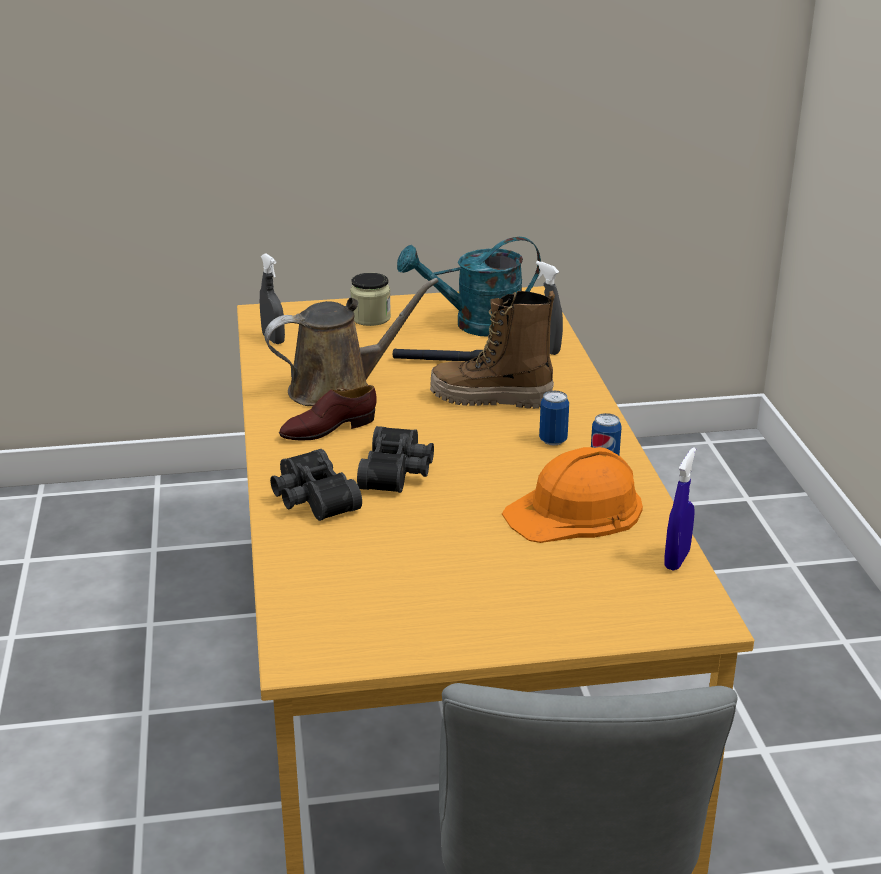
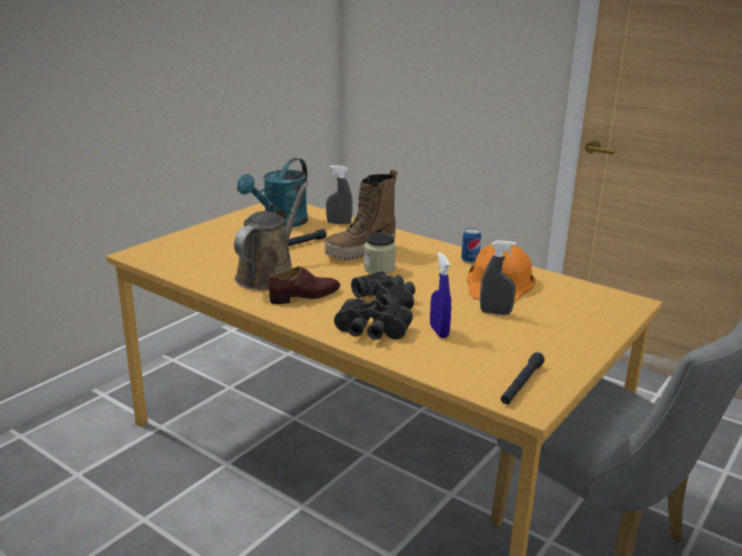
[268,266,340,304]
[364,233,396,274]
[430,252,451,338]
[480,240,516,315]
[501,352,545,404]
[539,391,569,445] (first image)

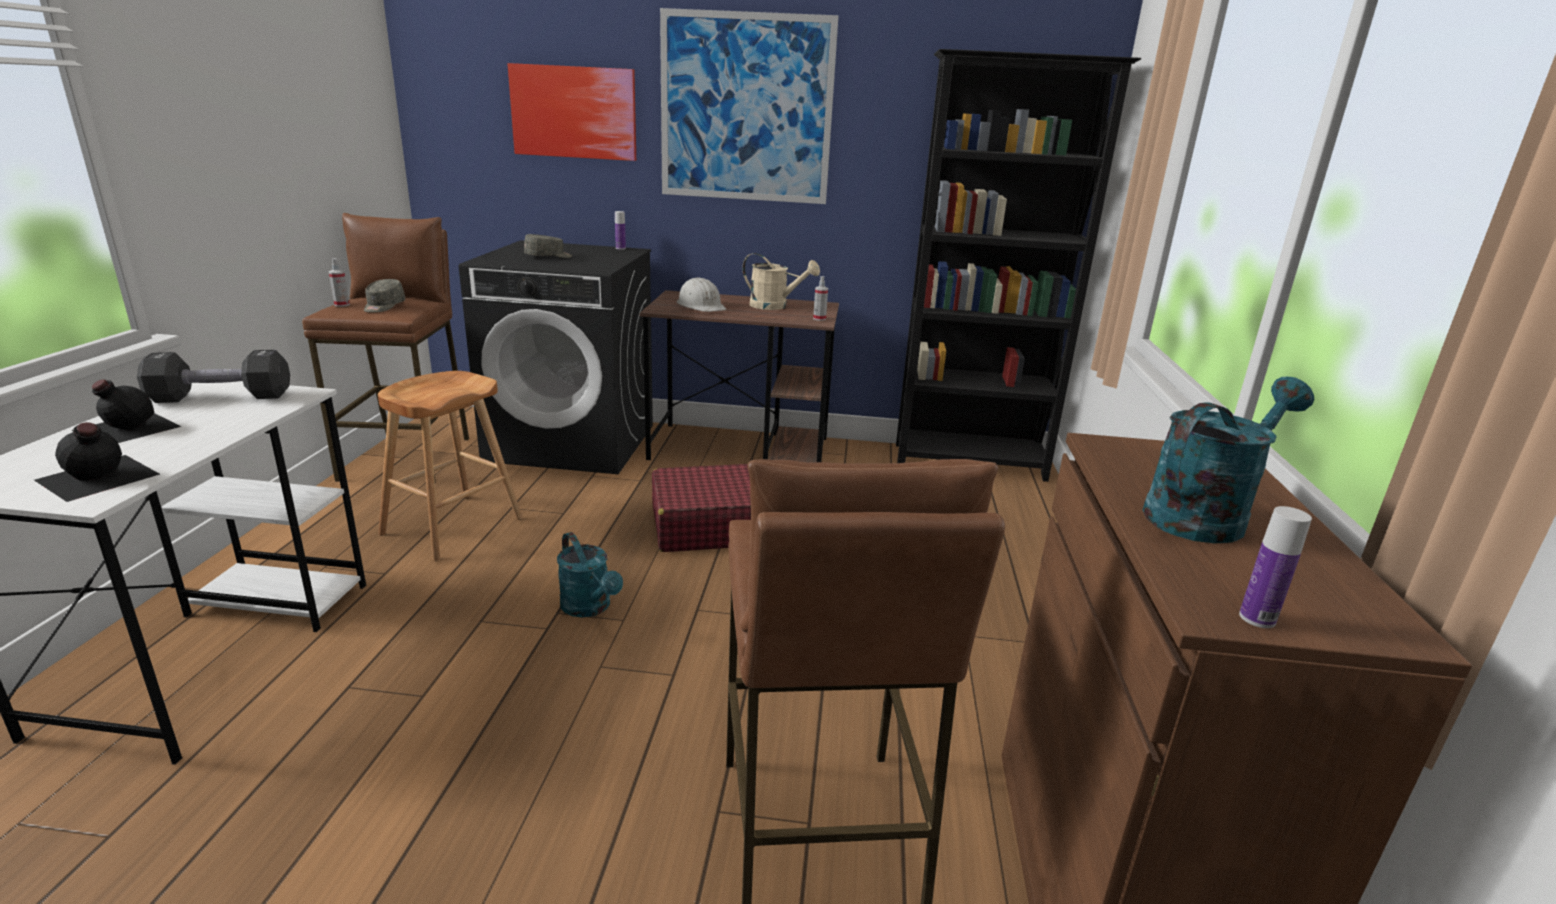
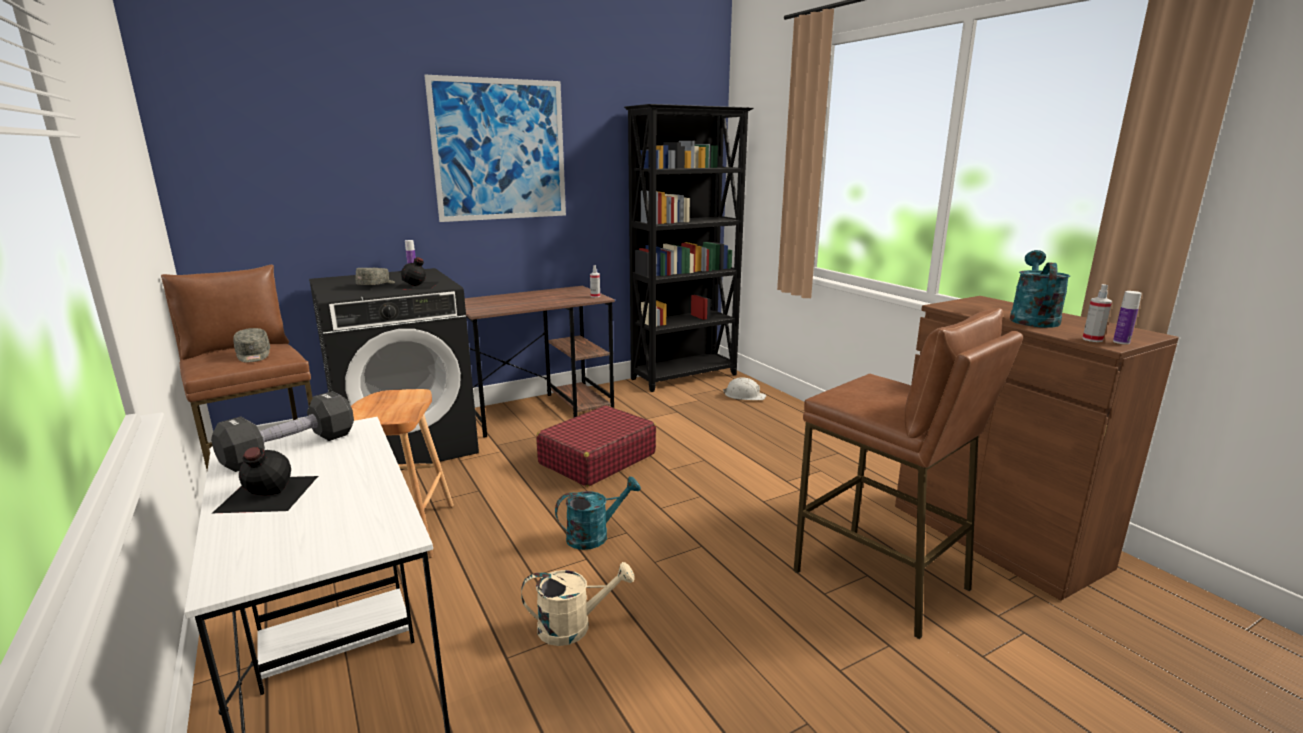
[392,257,439,290]
[521,562,634,646]
[555,476,641,550]
[723,377,766,400]
[1082,284,1112,342]
[507,63,636,161] (first image)

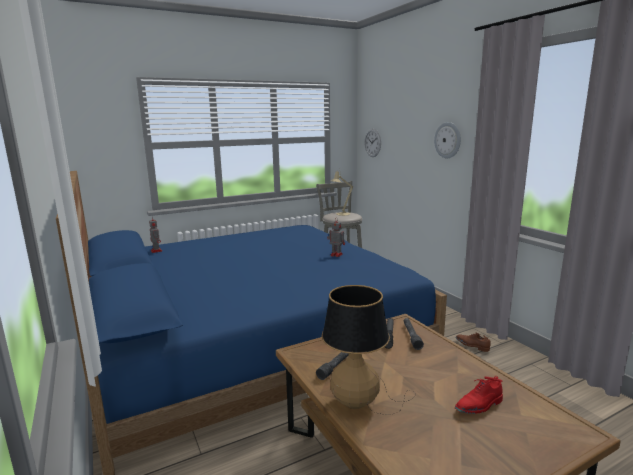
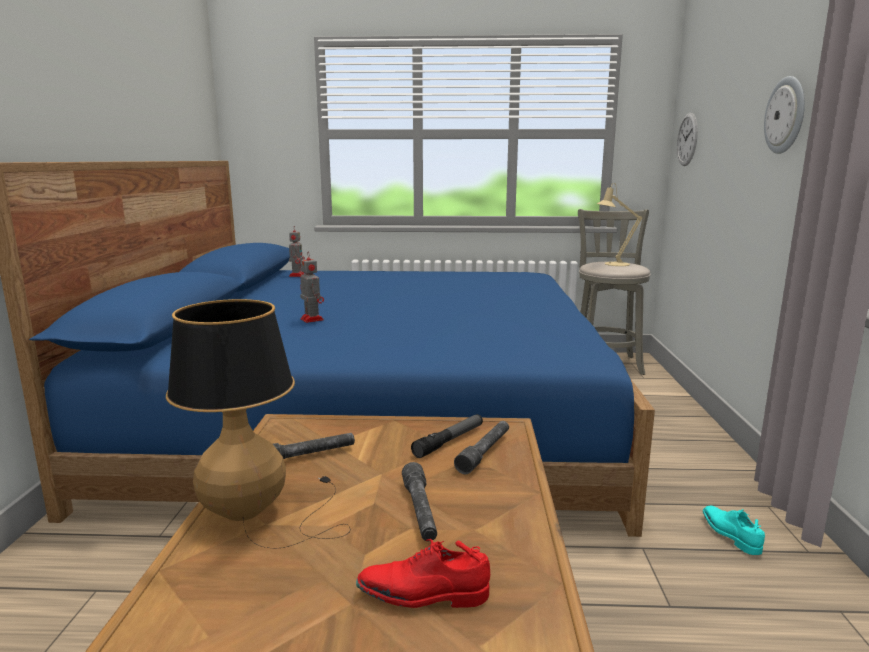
[300,251,324,323]
[402,462,437,541]
[703,506,765,555]

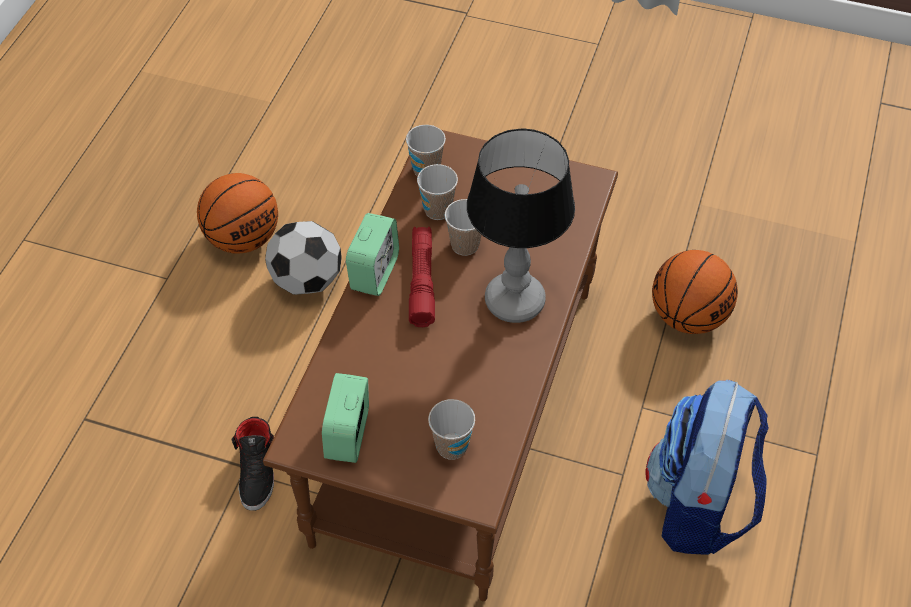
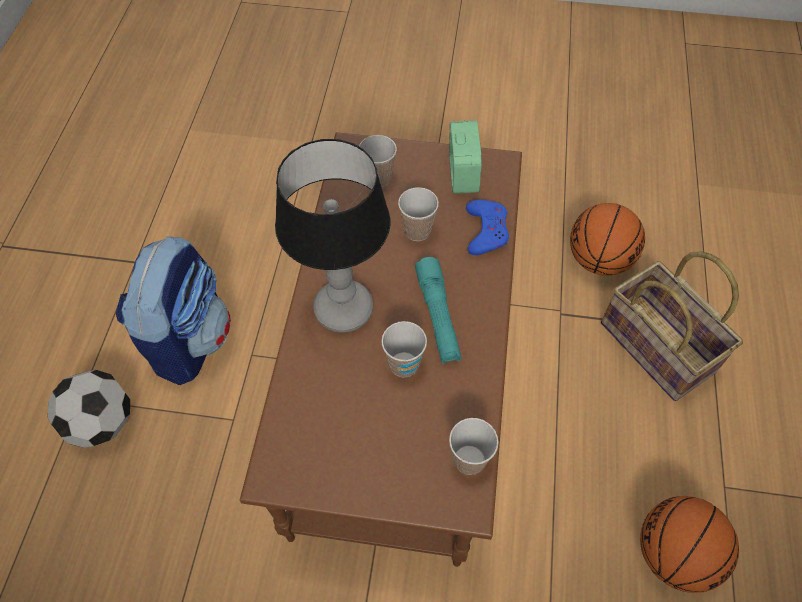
[48,370,130,448]
[398,187,439,241]
[415,257,461,364]
[466,199,509,255]
[570,203,645,276]
[601,251,743,401]
[232,417,274,511] (first image)
[346,213,399,296] (first image)

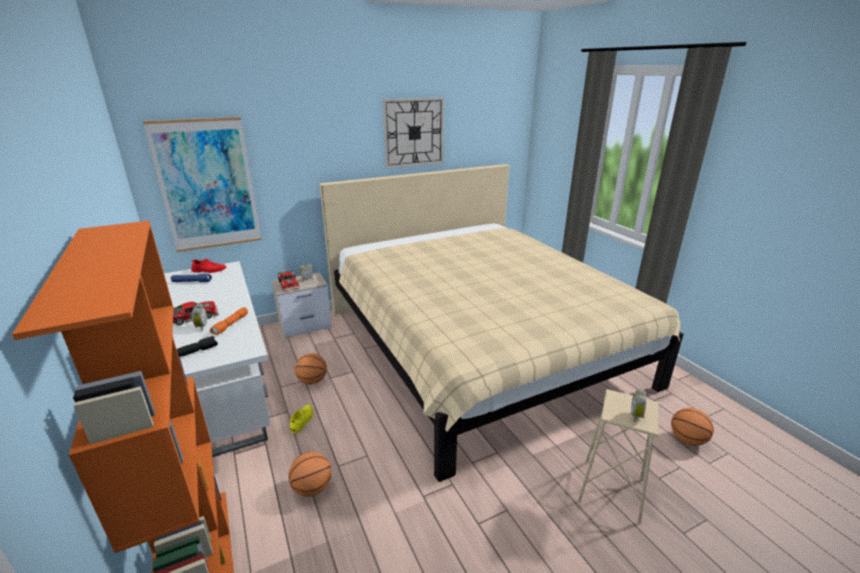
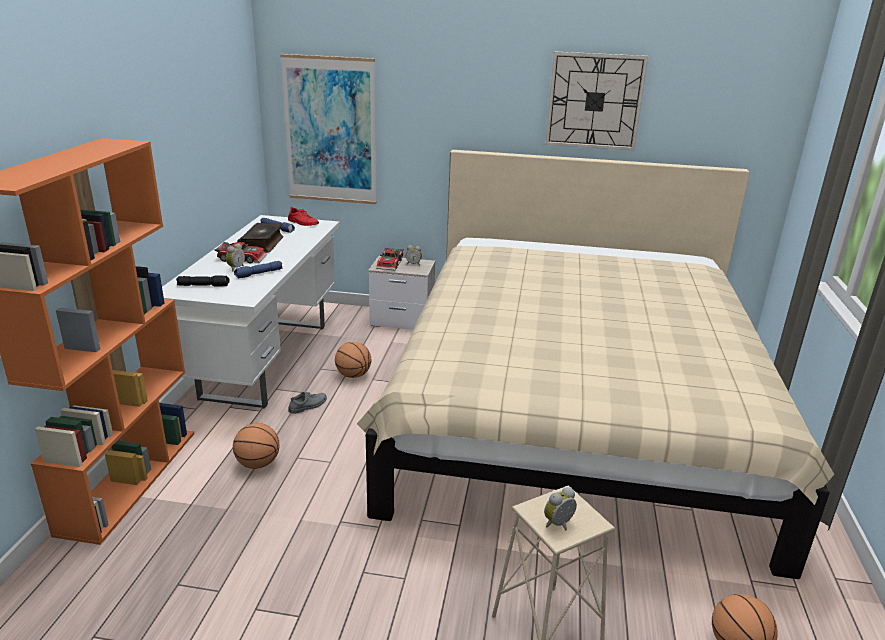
[234,261,282,278]
[237,223,284,253]
[288,392,327,414]

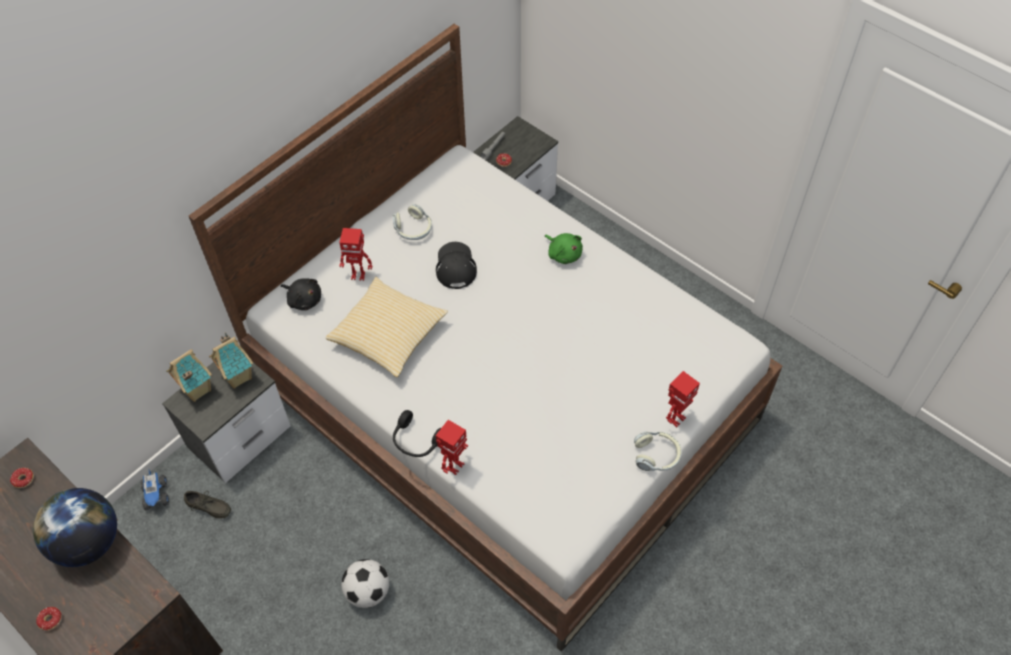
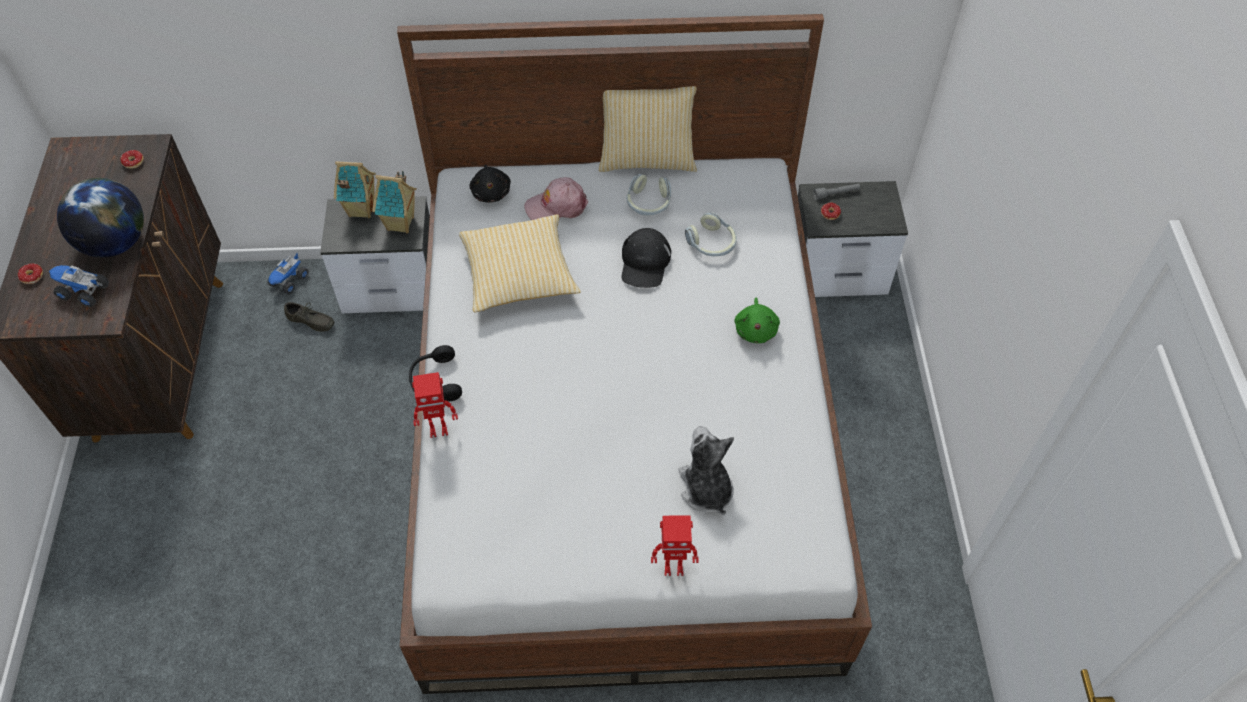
[49,265,109,307]
[284,302,335,331]
[524,177,588,220]
[599,86,697,172]
[621,228,671,288]
[678,426,734,515]
[685,212,737,256]
[341,559,389,608] (first image)

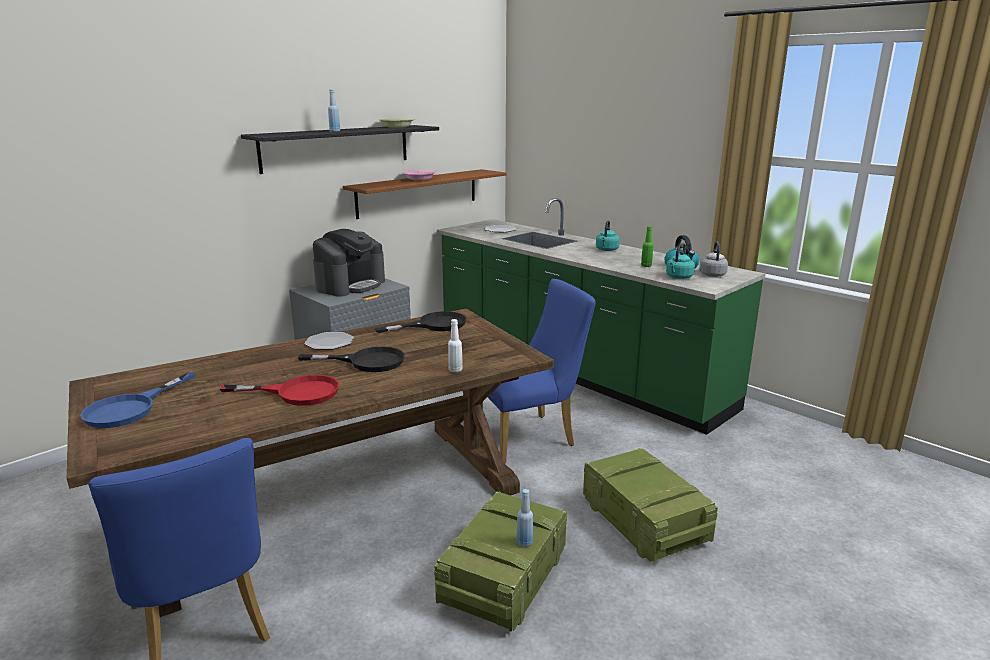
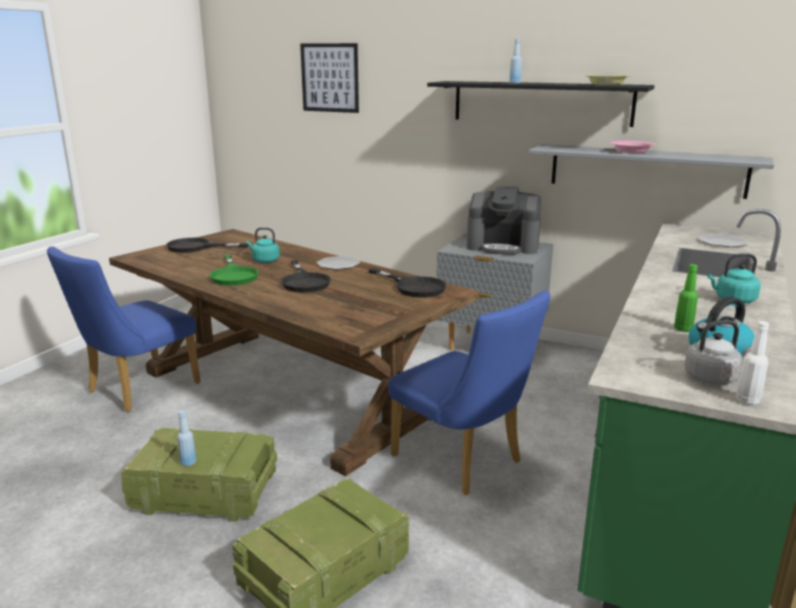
[166,238,248,253]
[209,255,259,285]
[246,227,280,263]
[300,43,359,113]
[529,144,774,199]
[736,321,769,405]

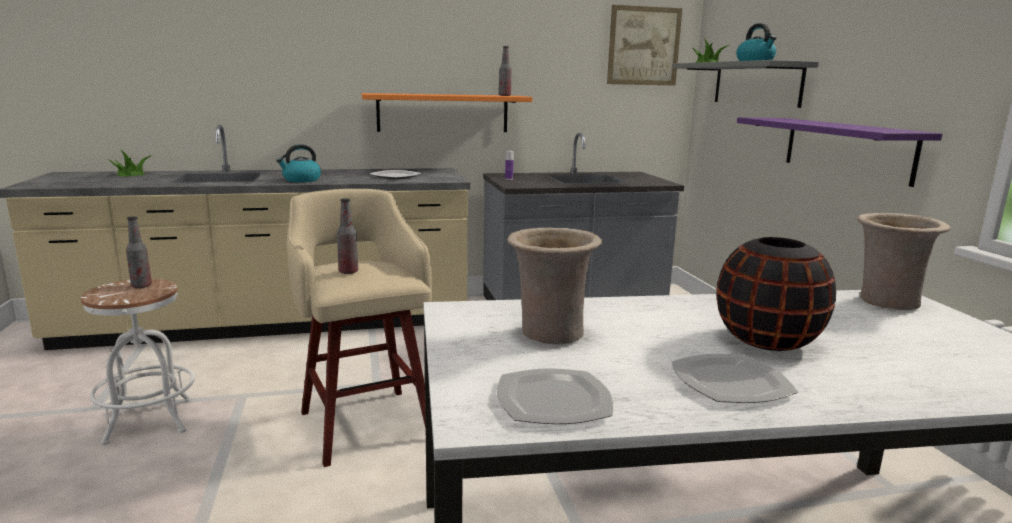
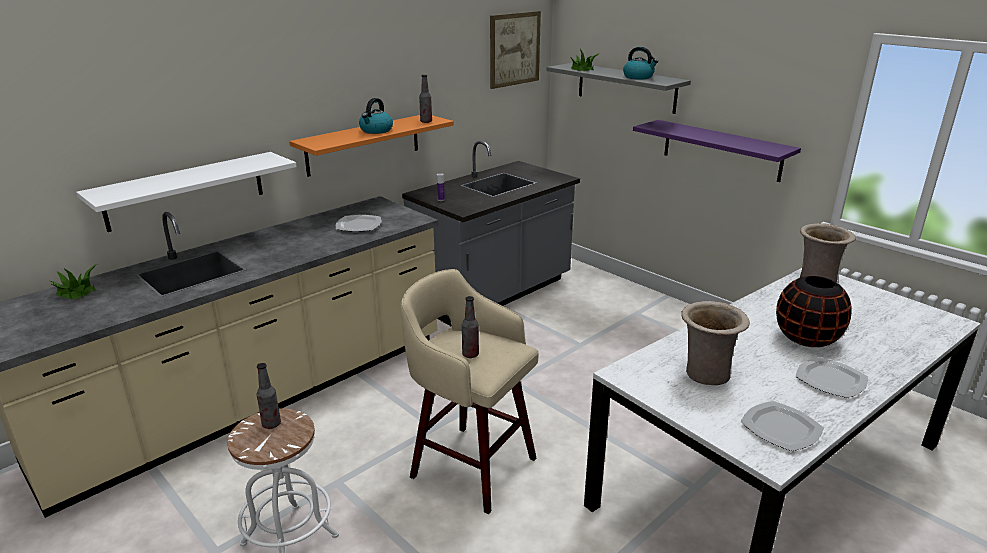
[76,152,297,232]
[359,98,393,134]

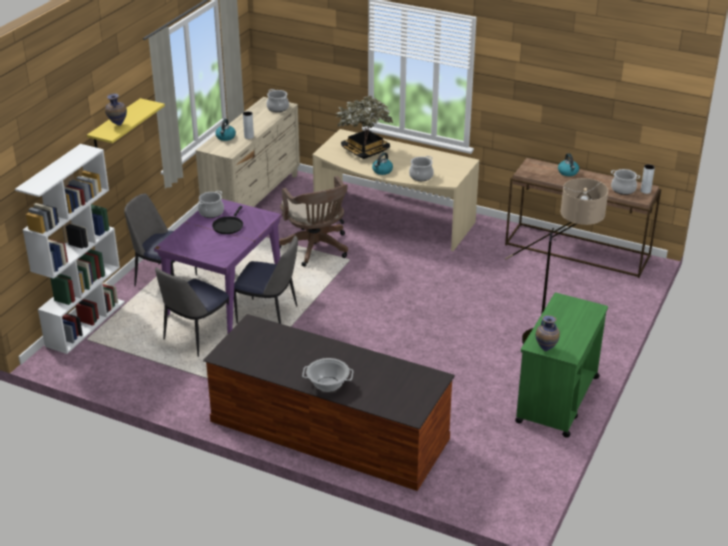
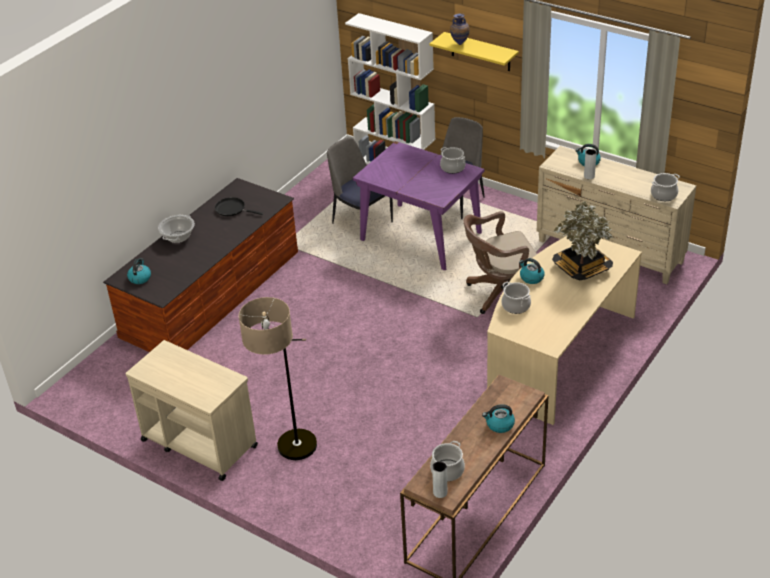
[125,340,258,481]
[127,259,151,284]
[215,197,263,216]
[234,235,298,324] (first image)
[536,315,560,351] (first image)

